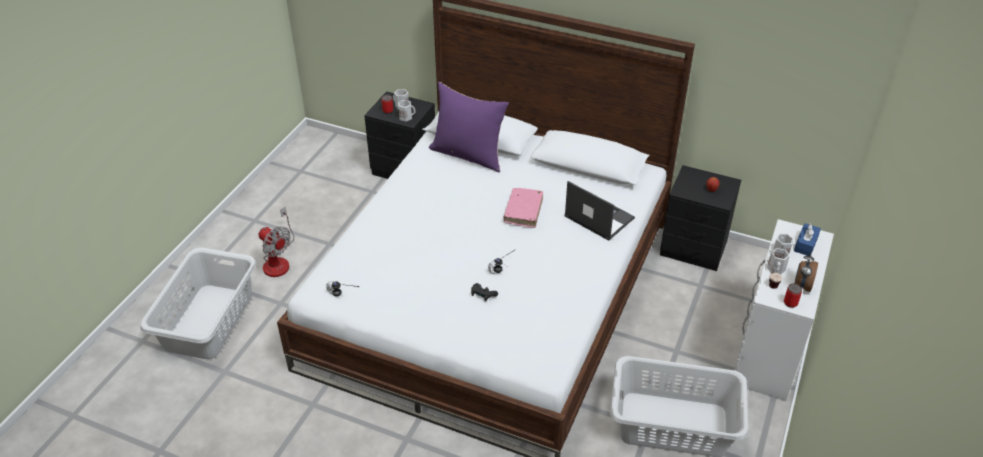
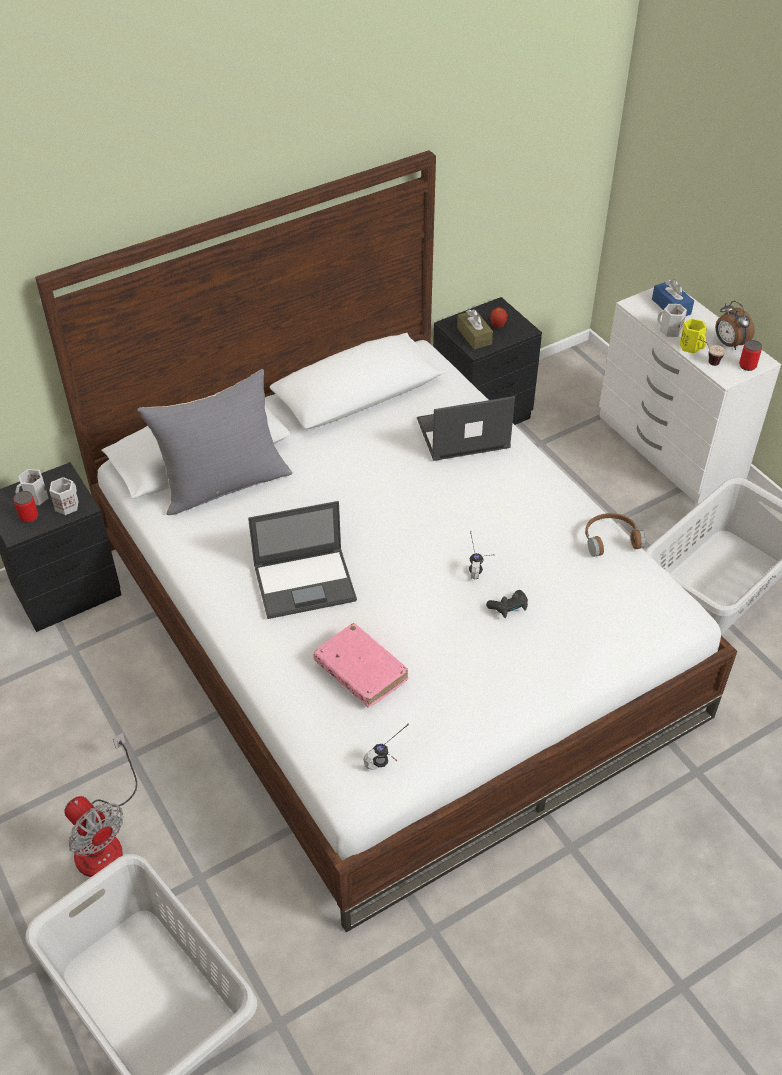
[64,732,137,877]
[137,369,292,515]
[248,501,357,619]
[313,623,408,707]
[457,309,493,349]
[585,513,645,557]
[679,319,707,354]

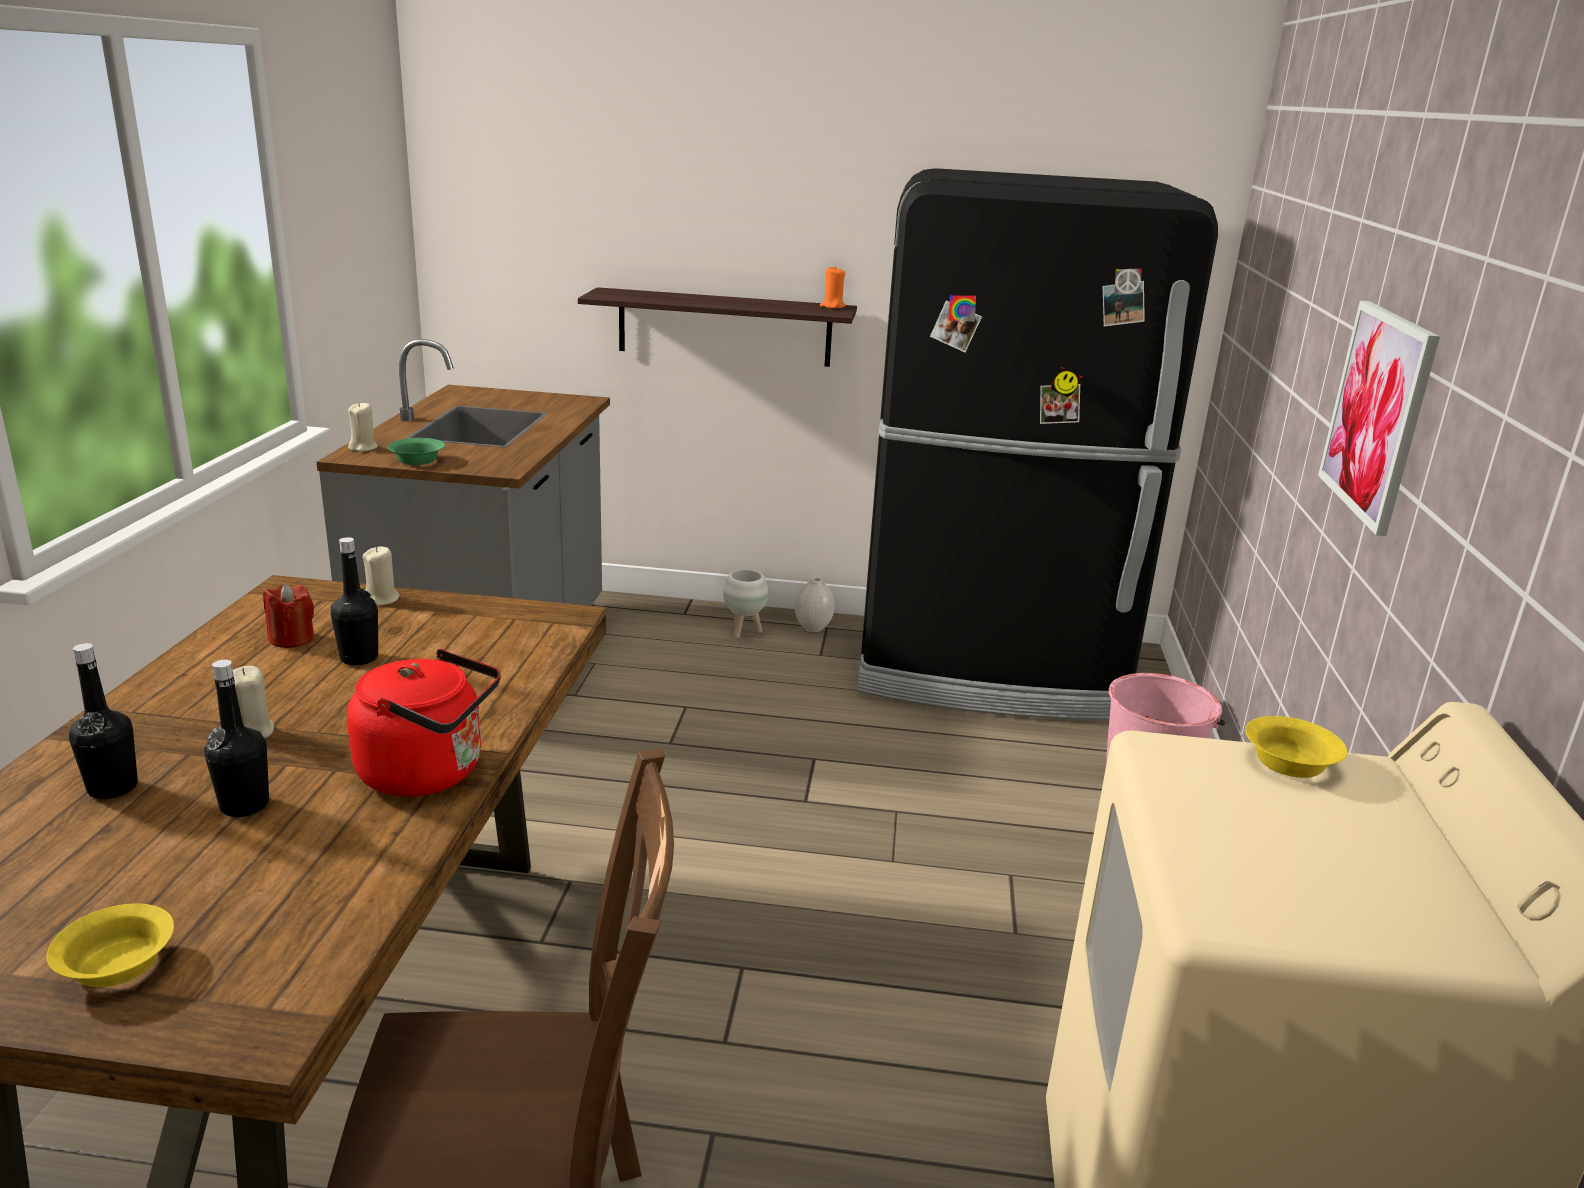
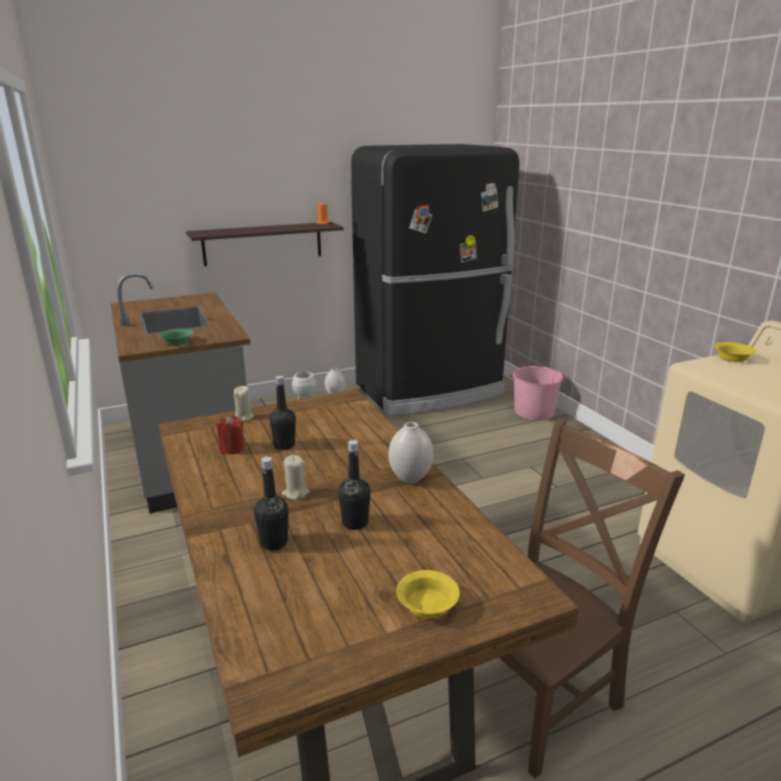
[389,422,433,483]
[348,402,378,451] (first image)
[1318,301,1440,536] (first image)

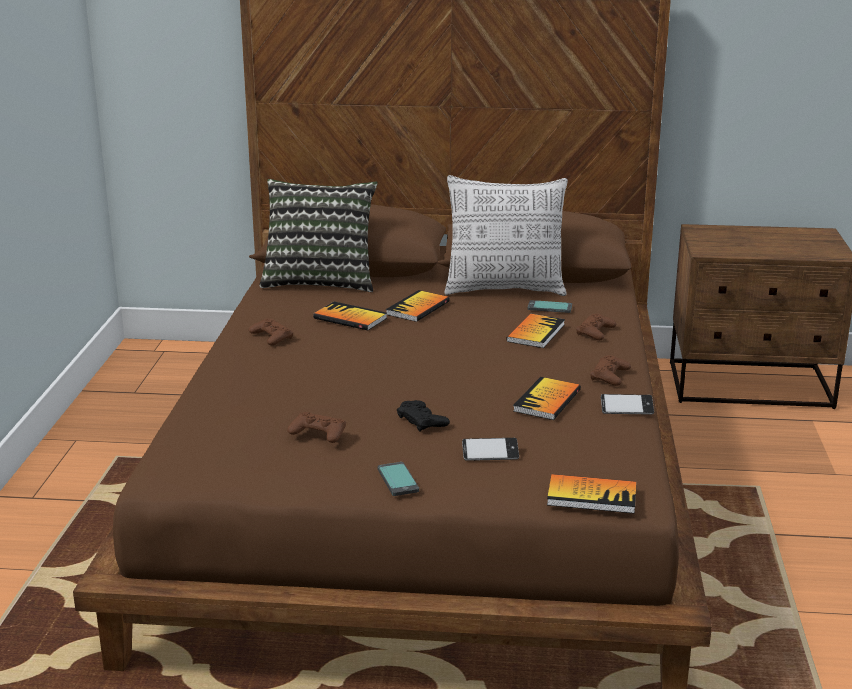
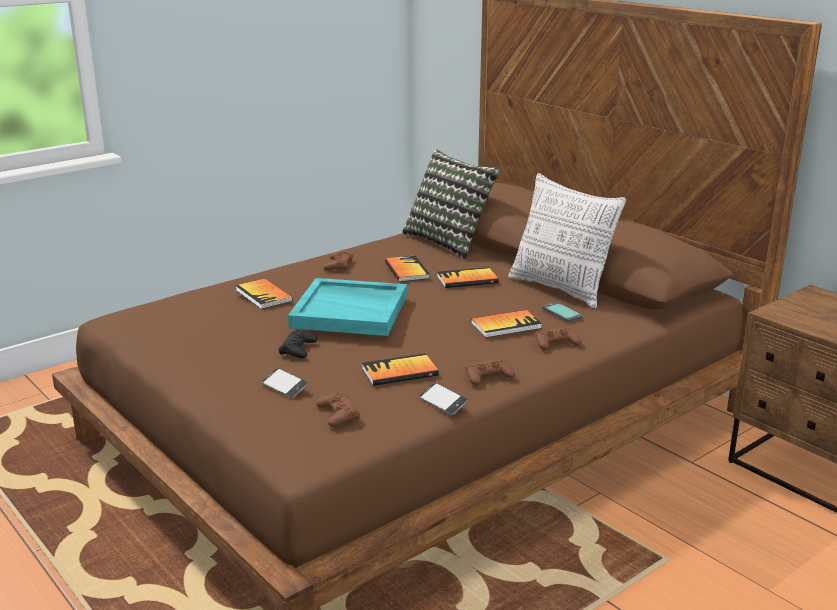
[235,279,293,309]
[288,278,407,336]
[316,392,360,427]
[378,462,419,496] (first image)

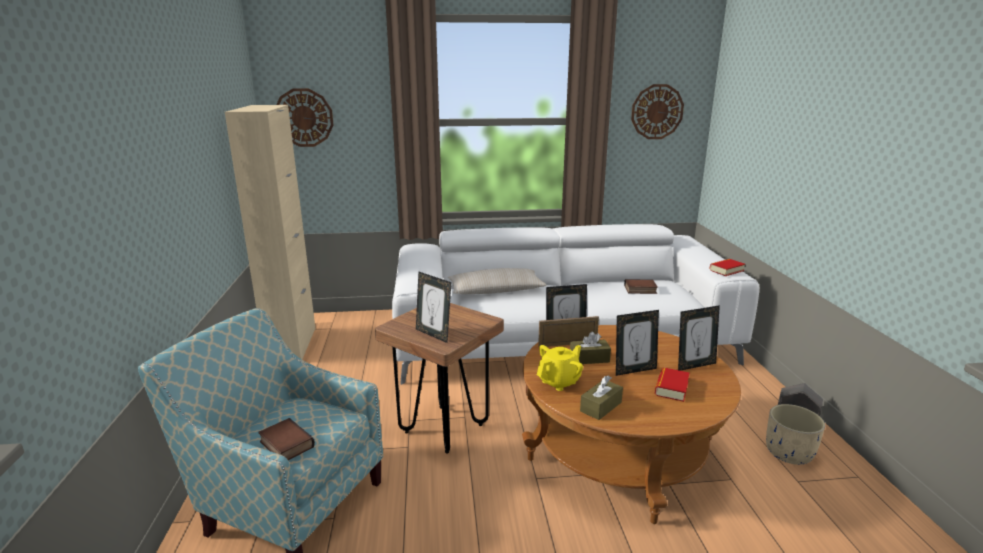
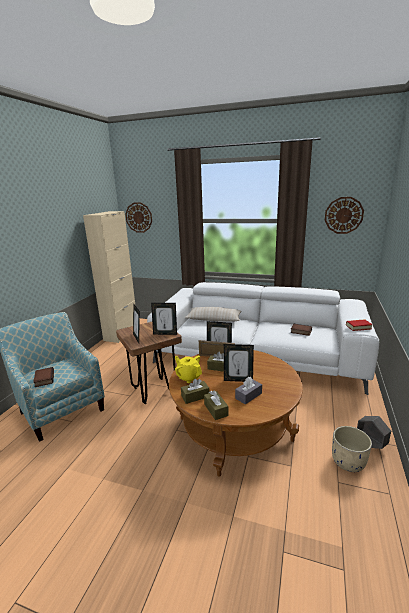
[151,303,177,335]
[175,355,202,383]
[204,391,229,420]
[235,377,262,405]

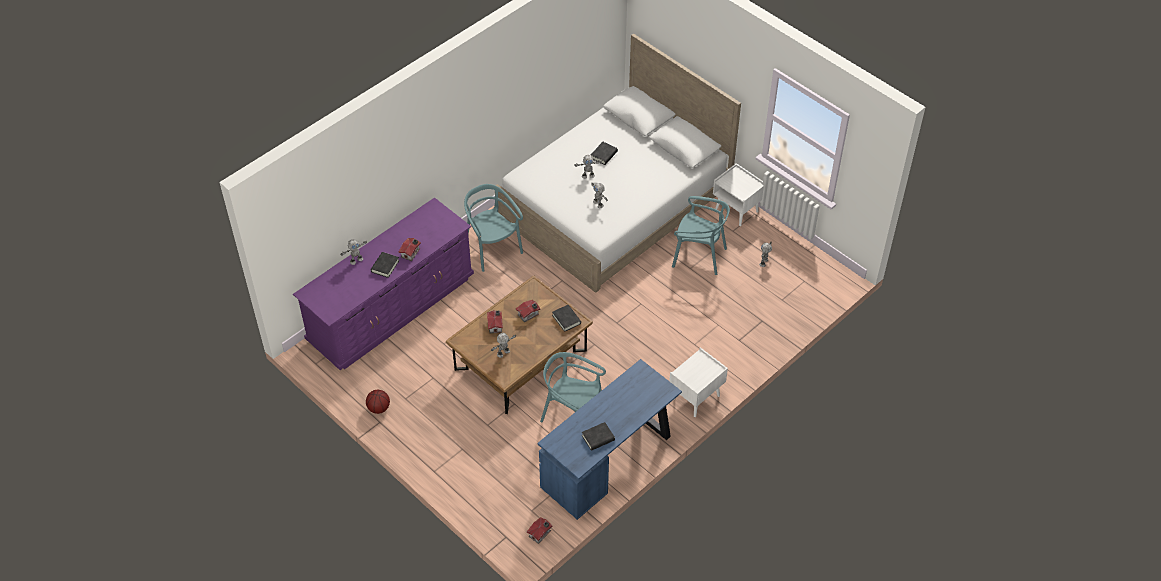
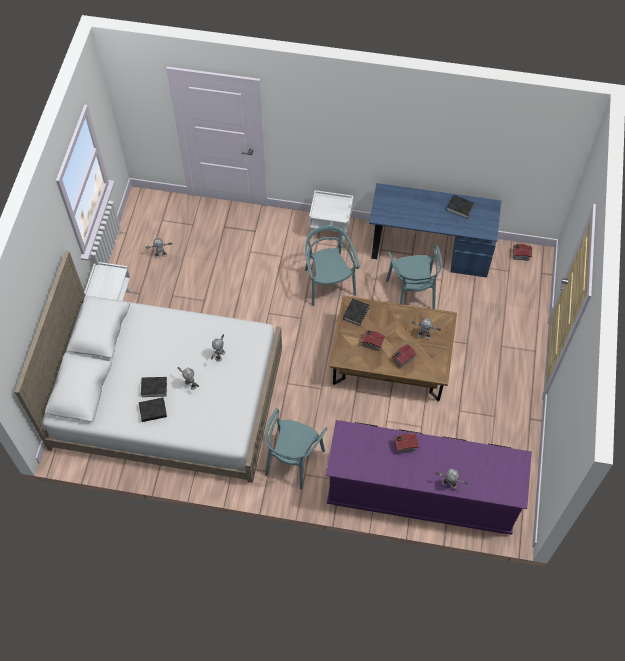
[139,398,167,422]
[305,225,360,306]
[366,390,390,414] (first image)

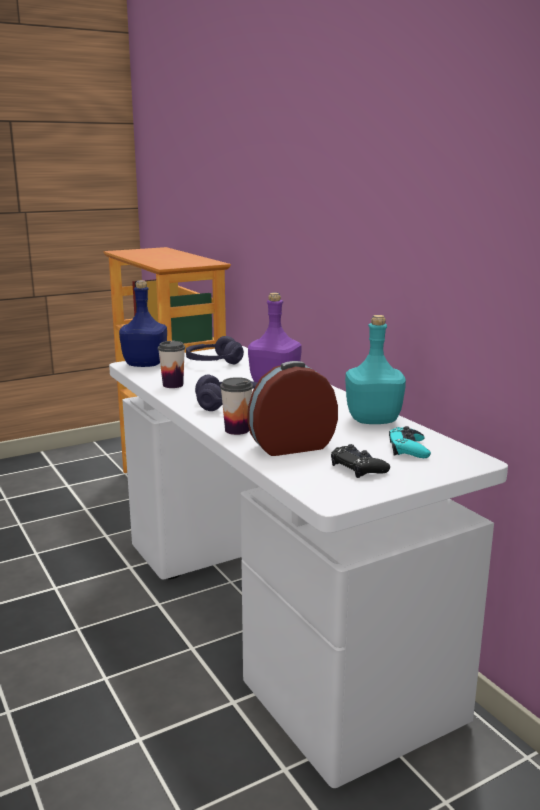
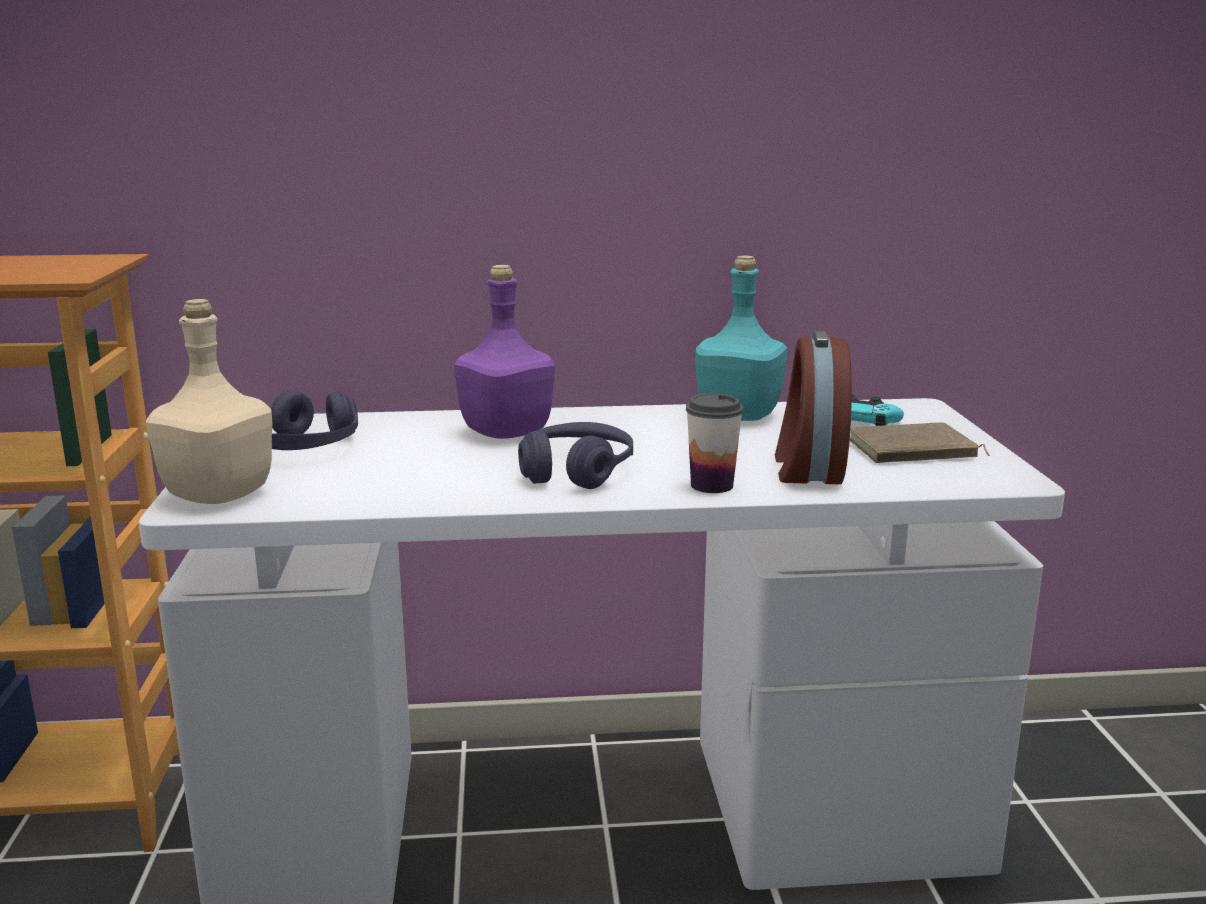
[146,299,272,504]
[850,422,990,463]
[158,341,185,388] (first image)

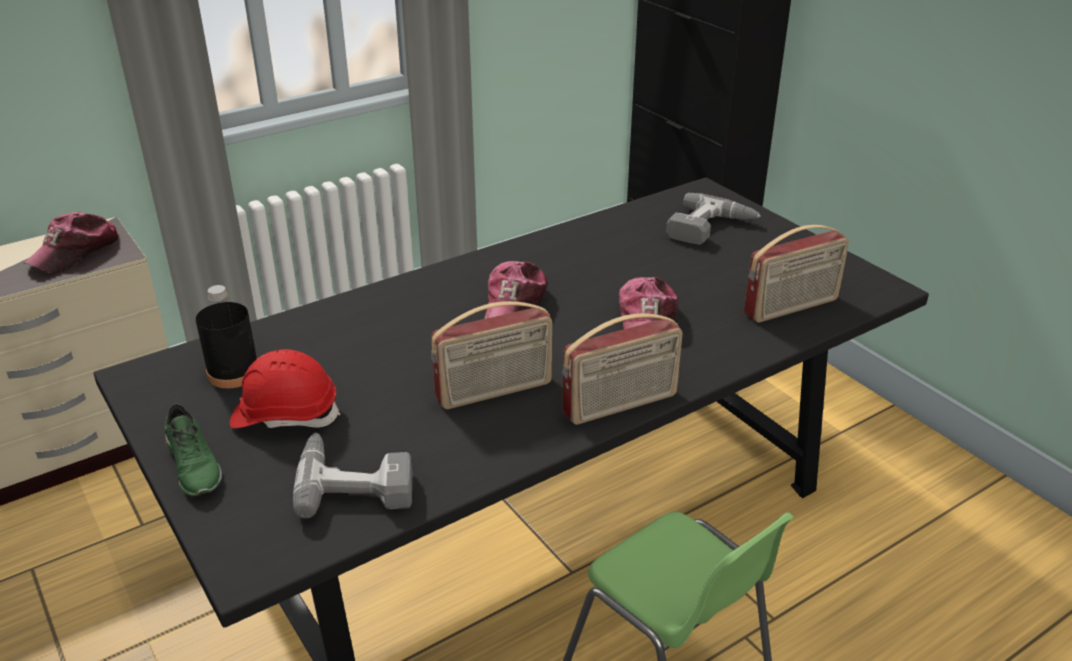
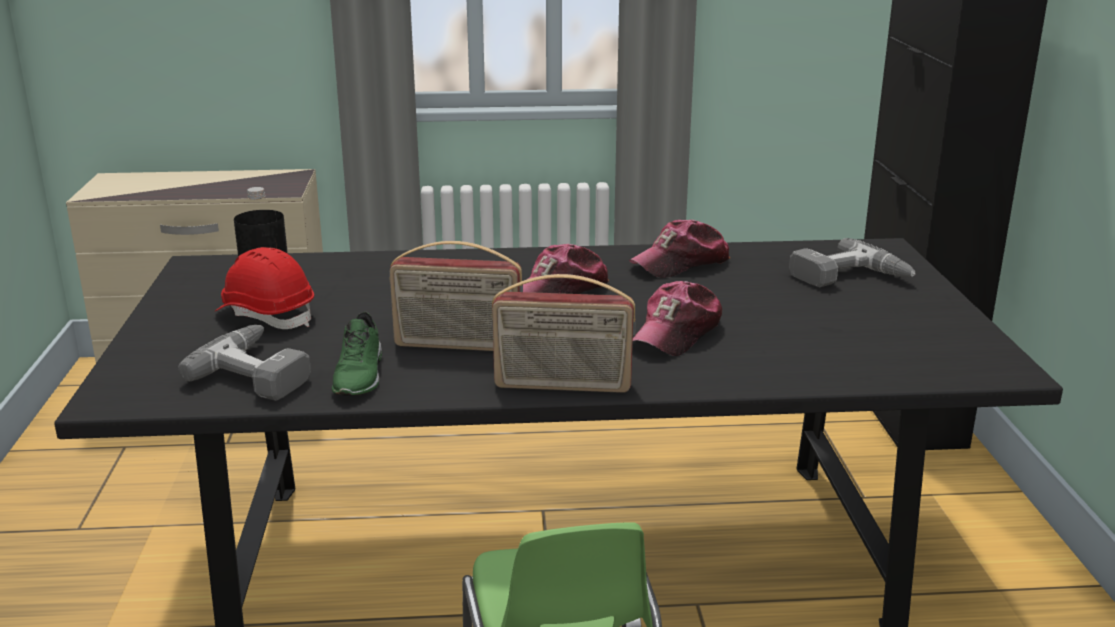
[331,312,382,396]
[629,220,730,278]
[744,225,849,323] (first image)

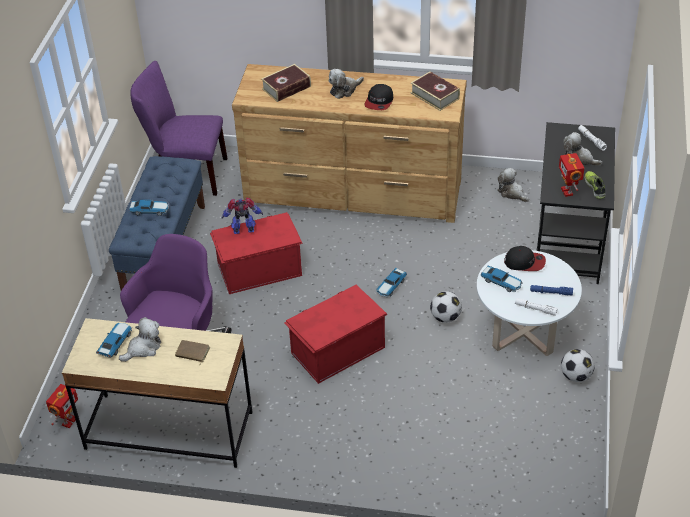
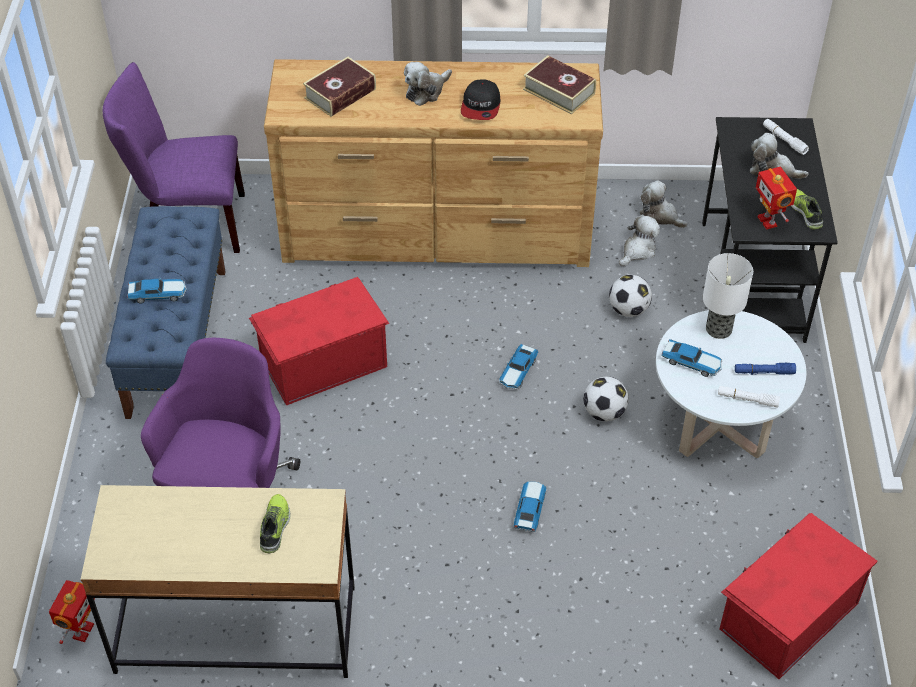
[260,494,291,553]
[514,482,547,532]
[609,275,652,317]
[619,215,660,266]
[703,253,753,339]
[719,513,878,679]
[222,198,263,234] (first image)

